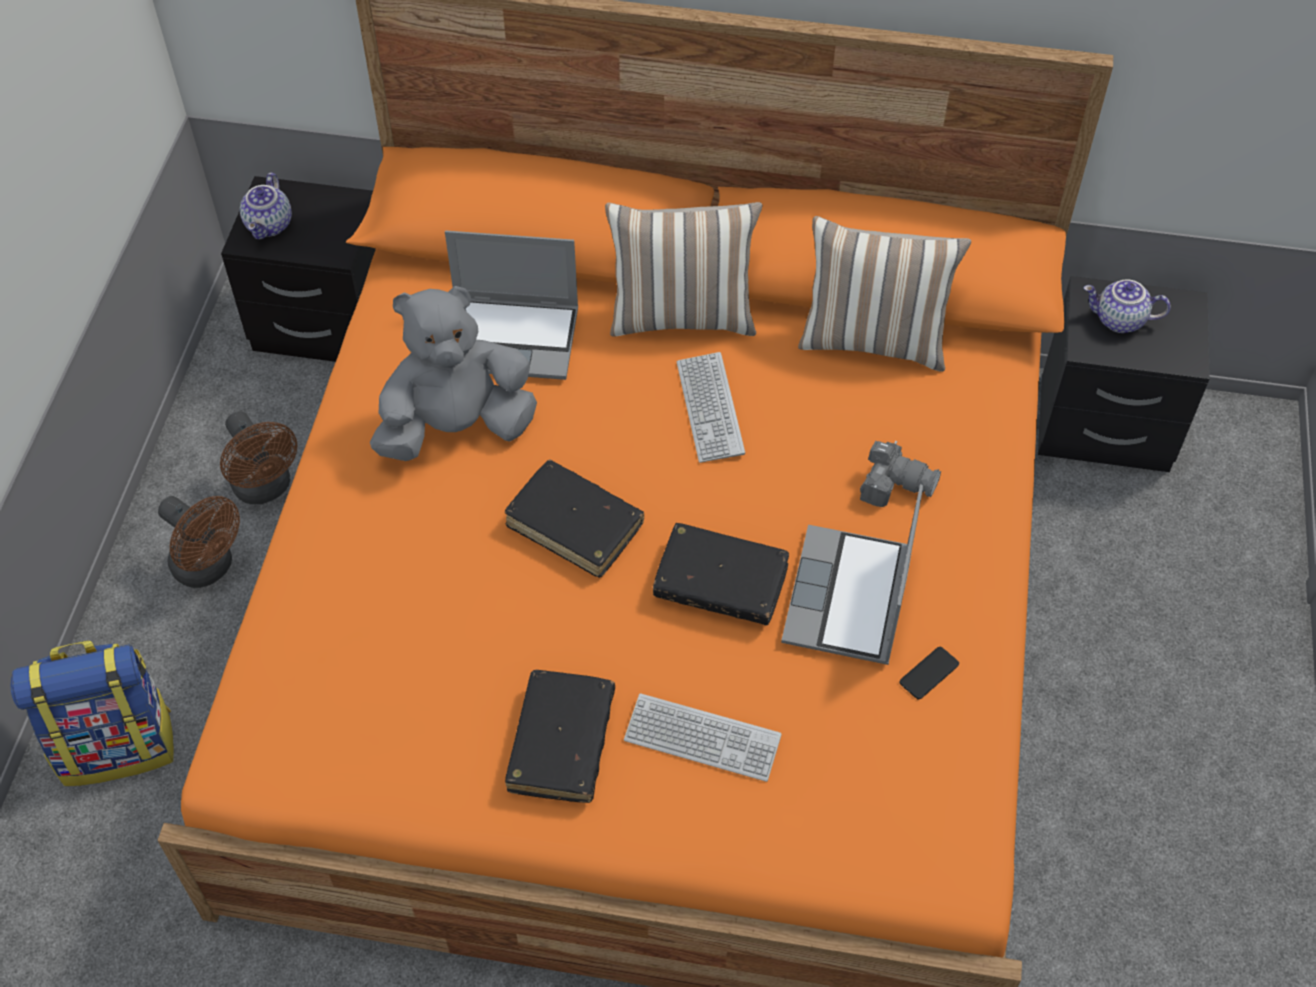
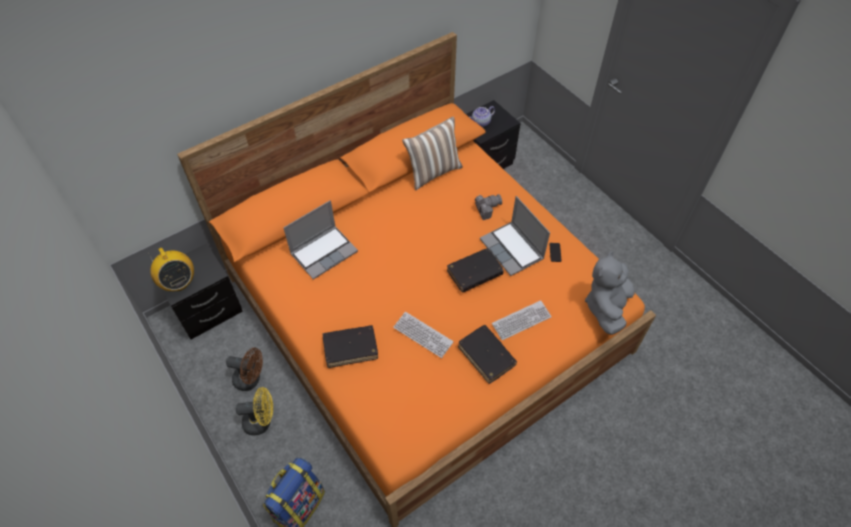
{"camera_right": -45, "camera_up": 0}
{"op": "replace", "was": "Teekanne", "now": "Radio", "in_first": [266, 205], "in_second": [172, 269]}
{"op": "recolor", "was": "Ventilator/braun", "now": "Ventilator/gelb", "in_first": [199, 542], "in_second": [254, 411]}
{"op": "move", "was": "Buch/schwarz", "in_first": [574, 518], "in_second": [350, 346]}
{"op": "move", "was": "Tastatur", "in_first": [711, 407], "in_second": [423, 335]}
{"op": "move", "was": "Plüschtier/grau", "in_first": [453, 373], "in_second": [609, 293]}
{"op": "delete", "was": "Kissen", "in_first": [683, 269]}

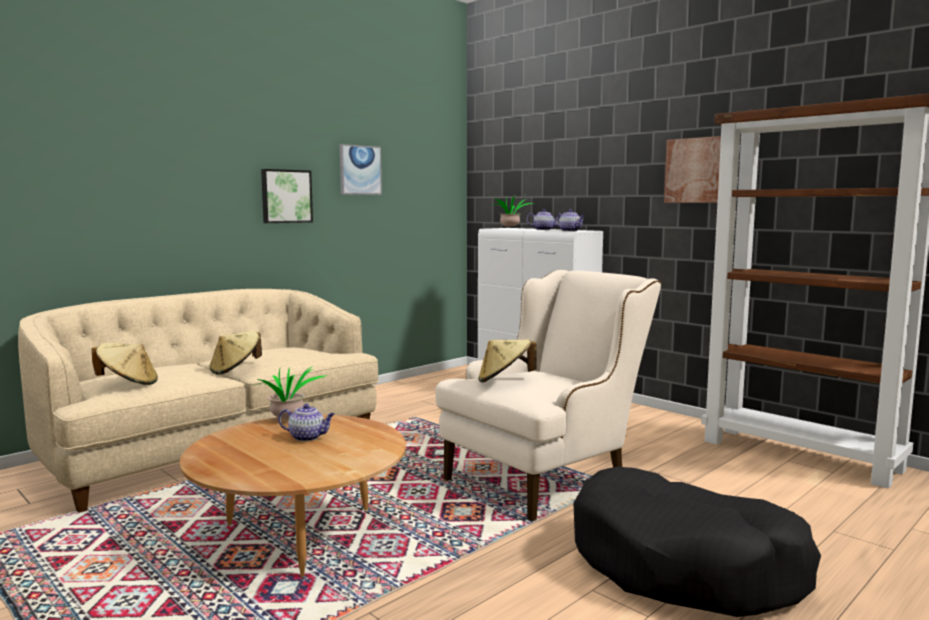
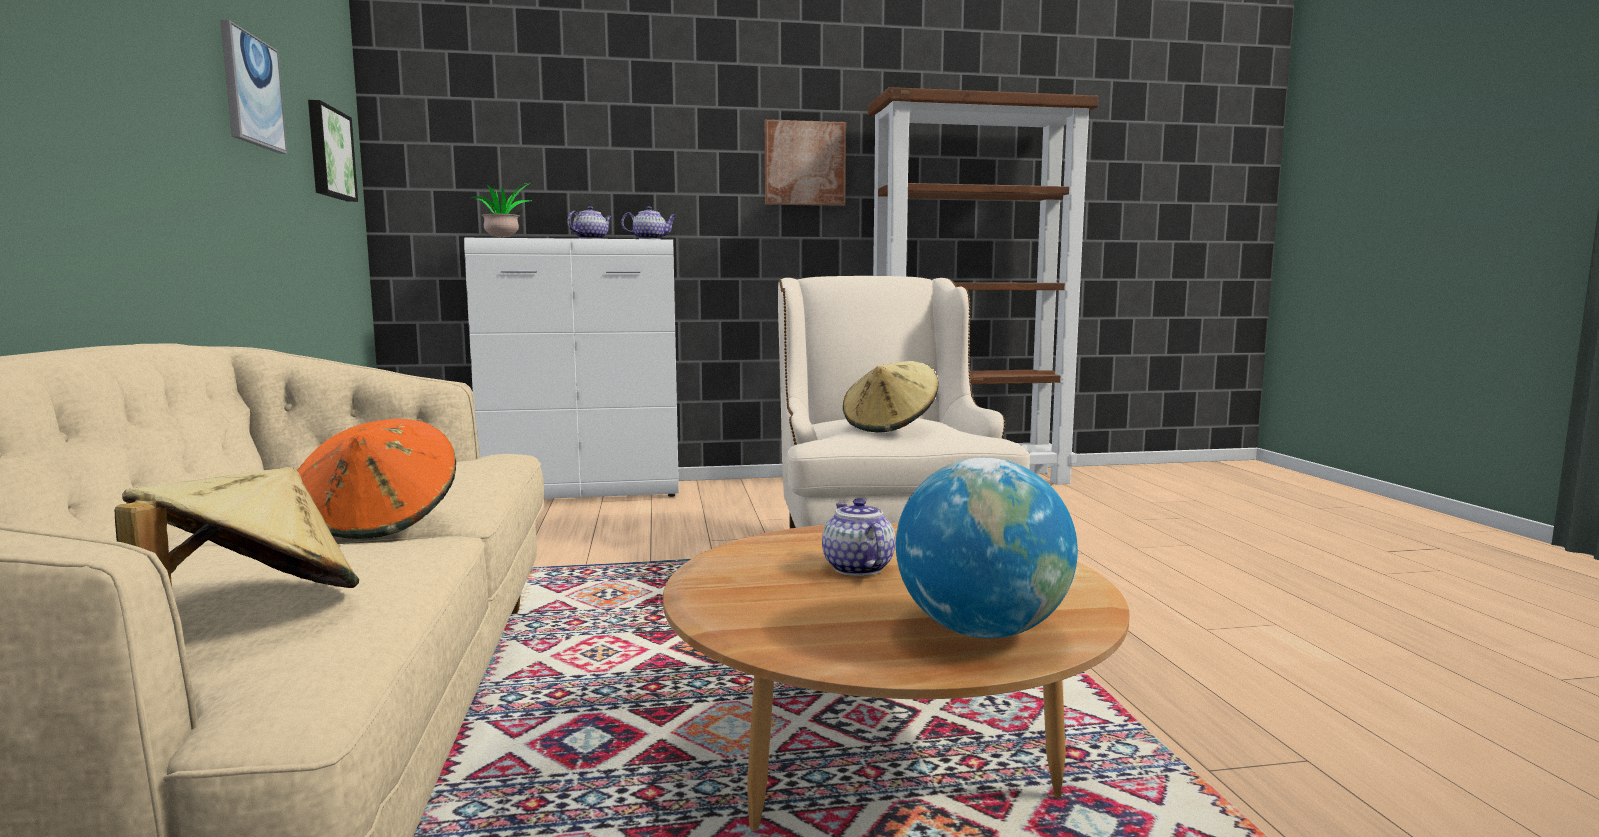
{"camera_right": -55, "camera_up": 0}
{"op": "recolor", "was": "Hut/beige", "now": "Hut/orange", "in_first": [235, 353], "in_second": [376, 479]}
{"op": "move", "was": "Bild", "in_first": [287, 196], "in_second": [333, 151]}
{"op": "rotate", "was": "Teekanne", "in_first": [306, 422], "in_second": [859, 537], "clockwise": -60}
{"op": "insert", "now": "Globus", "in_second": [987, 548]}
{"op": "delete", "was": "Topfpflanze", "in_first": [290, 392]}
{"op": "delete", "was": "Hundebett/schwarz", "in_first": [697, 542]}

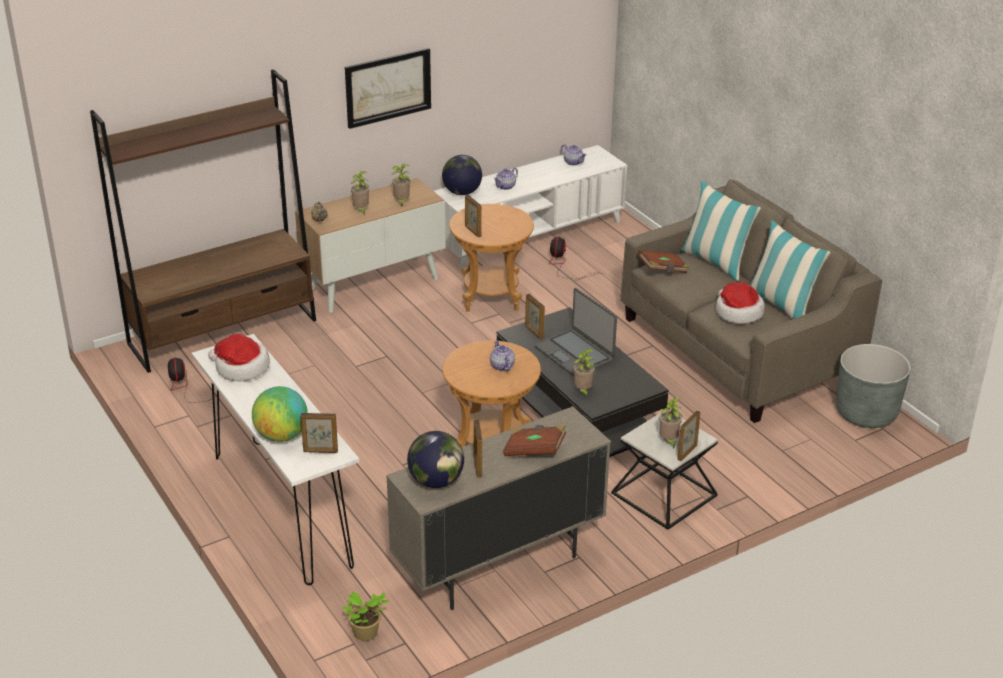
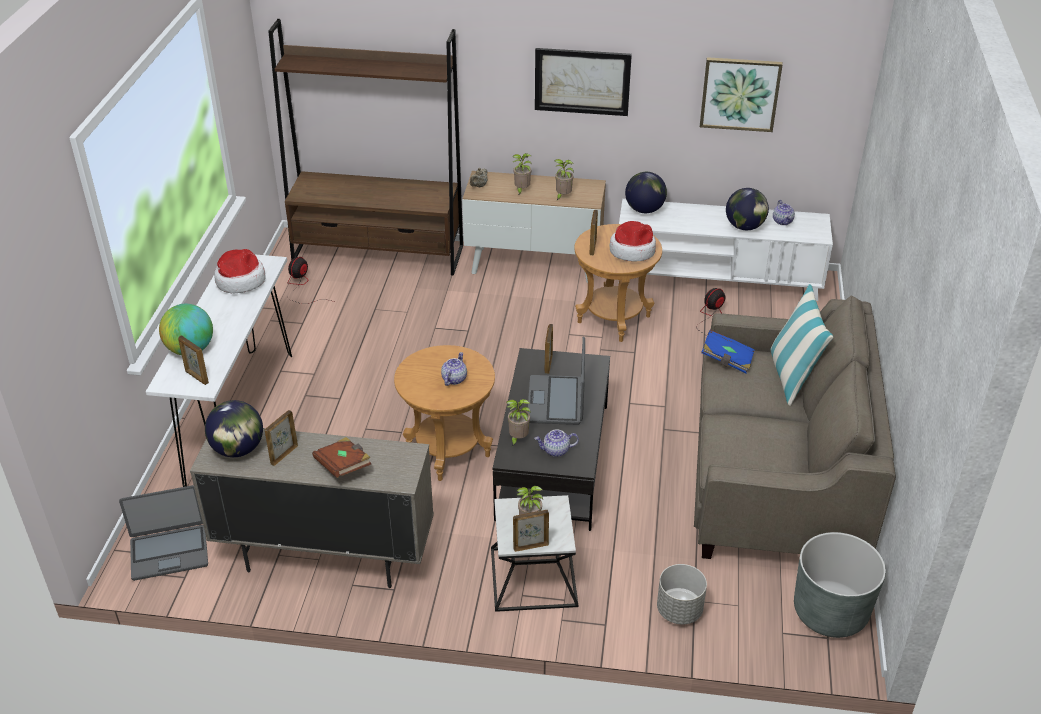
{"camera_right": 40, "camera_up": 5}
{"op": "replace", "was": "Topfpflanze", "now": "Laptop", "in_first": [366, 616], "in_second": [163, 533]}
{"op": "move", "was": "Teekanne", "in_first": [506, 179], "in_second": [557, 443]}
{"op": "move", "was": "Hut", "in_first": [740, 303], "in_second": [632, 241]}
{"op": "insert", "now": "Pflanzkübel/grau", "in_second": [682, 594]}
{"op": "insert", "now": "Bild", "in_second": [741, 94]}
{"op": "recolor", "was": "Buch/braun", "now": "Buch/blau", "in_first": [663, 261], "in_second": [728, 351]}
{"op": "insert", "now": "Globus", "in_second": [747, 209]}
{"op": "delete", "was": "Kissen", "in_first": [790, 269]}

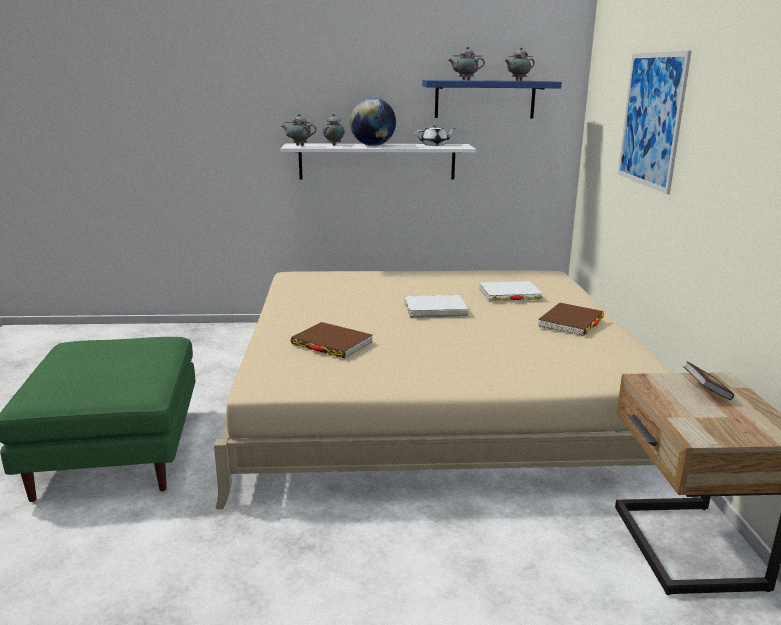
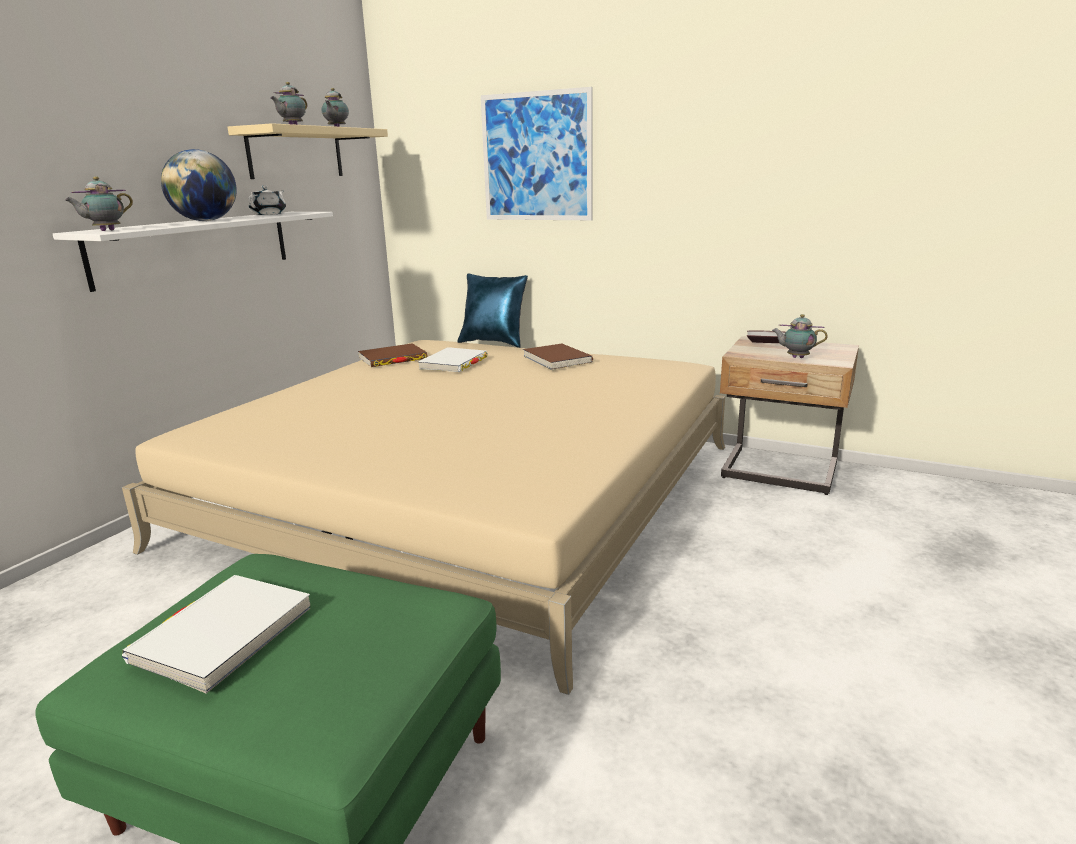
{"camera_right": -60, "camera_up": 0}
{"op": "move", "was": "Buch/weiß", "in_first": [436, 306], "in_second": [216, 634]}
{"op": "recolor", "was": "Wandregal/blau", "now": "Wandregal/beige", "in_first": [492, 99], "in_second": [308, 151]}
{"op": "move", "was": "Buch/braun", "in_first": [332, 340], "in_second": [393, 355]}
{"op": "insert", "now": "Kissen/blau", "in_second": [492, 310]}
{"op": "move", "was": "Teekanne", "in_first": [334, 130], "in_second": [799, 336]}

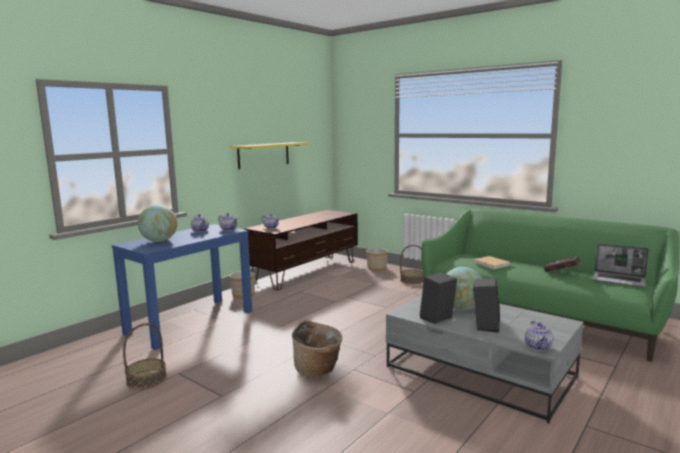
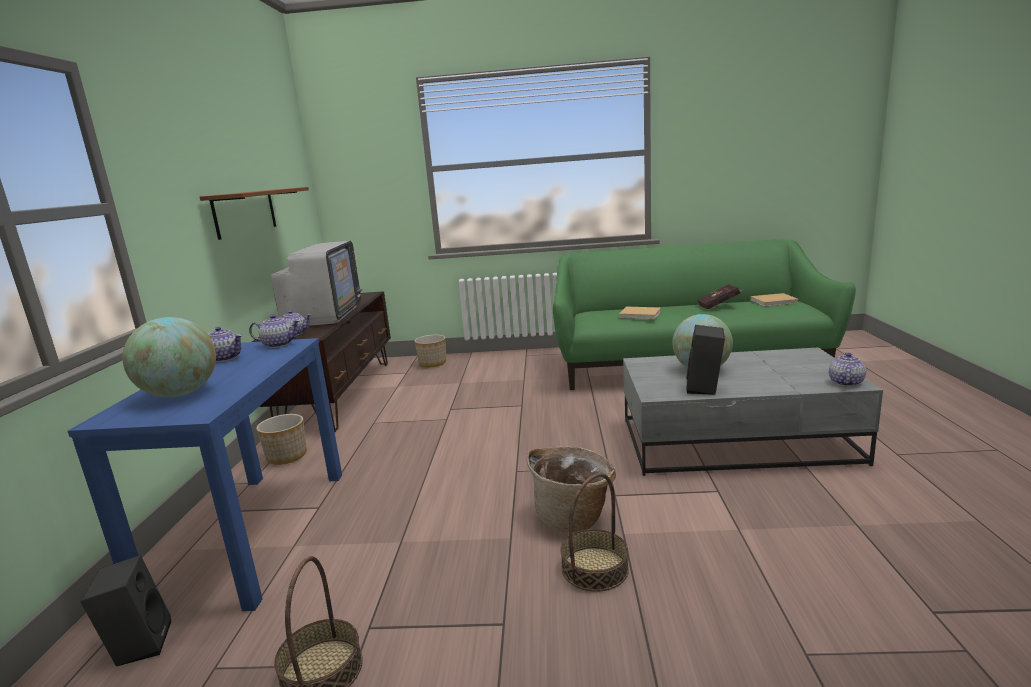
{"camera_right": -35, "camera_up": 5}
{"op": "move", "was": "Lautsprecher/schwarz", "in_first": [486, 305], "in_second": [125, 610]}
{"op": "recolor", "was": "Wandregal/gelb", "now": "Wandregal/braun", "in_first": [269, 155], "in_second": [254, 213]}
{"op": "insert", "now": "Fernseher", "in_second": [316, 283]}
{"op": "move", "was": "Korb", "in_first": [412, 264], "in_second": [594, 532]}
{"op": "replace", "was": "Laptop", "now": "Buch/beige", "in_first": [620, 265], "in_second": [774, 300]}
{"op": "rotate", "was": "Teekanne", "in_first": [538, 336], "in_second": [847, 369], "clockwise": -120}

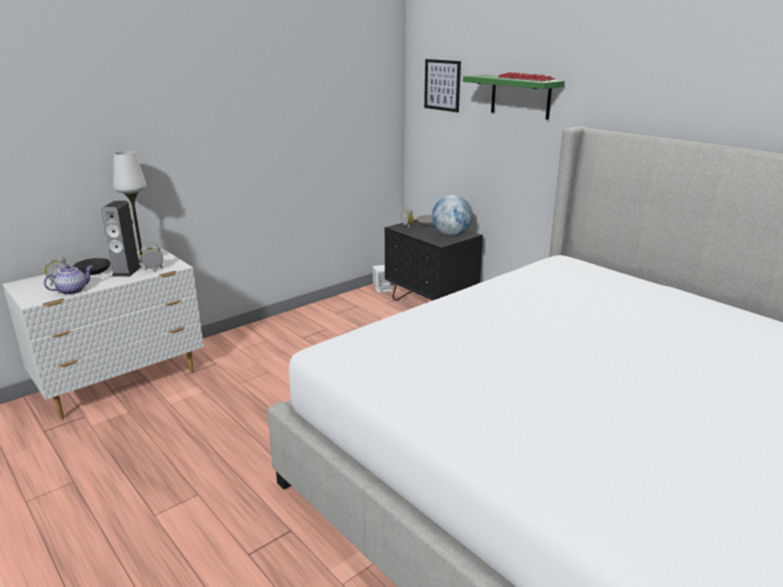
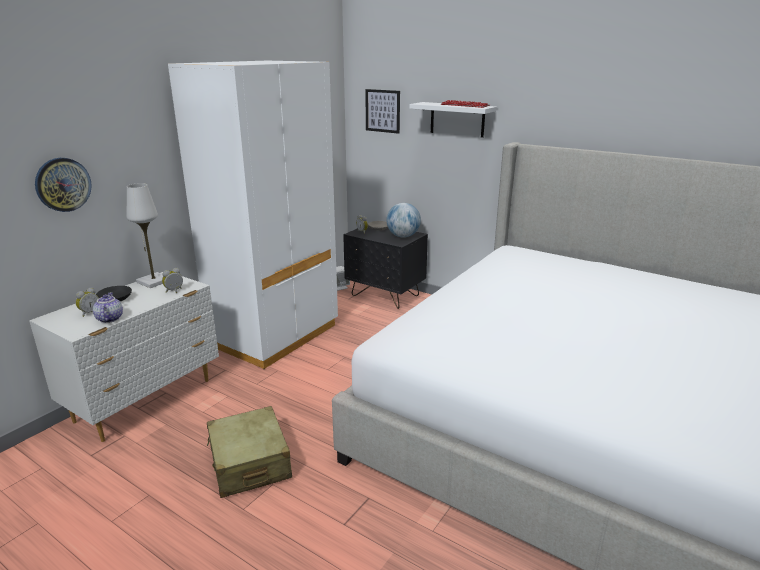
{"camera_right": -15, "camera_up": 0}
{"op": "insert", "now": "Wanduhr", "in_second": [63, 185]}
{"op": "rotate", "was": "Teekanne", "in_first": [68, 280], "in_second": [108, 307], "clockwise": -45}
{"op": "insert", "now": "Kleiderschrank/weiß", "in_second": [253, 215]}
{"op": "insert", "now": "Koffer/beige", "in_second": [249, 452]}
{"op": "recolor", "was": "Wandregal/grün", "now": "Wandregal/weiß", "in_first": [514, 97], "in_second": [452, 120]}
{"op": "delete", "was": "Lautsprecher", "in_first": [121, 239]}

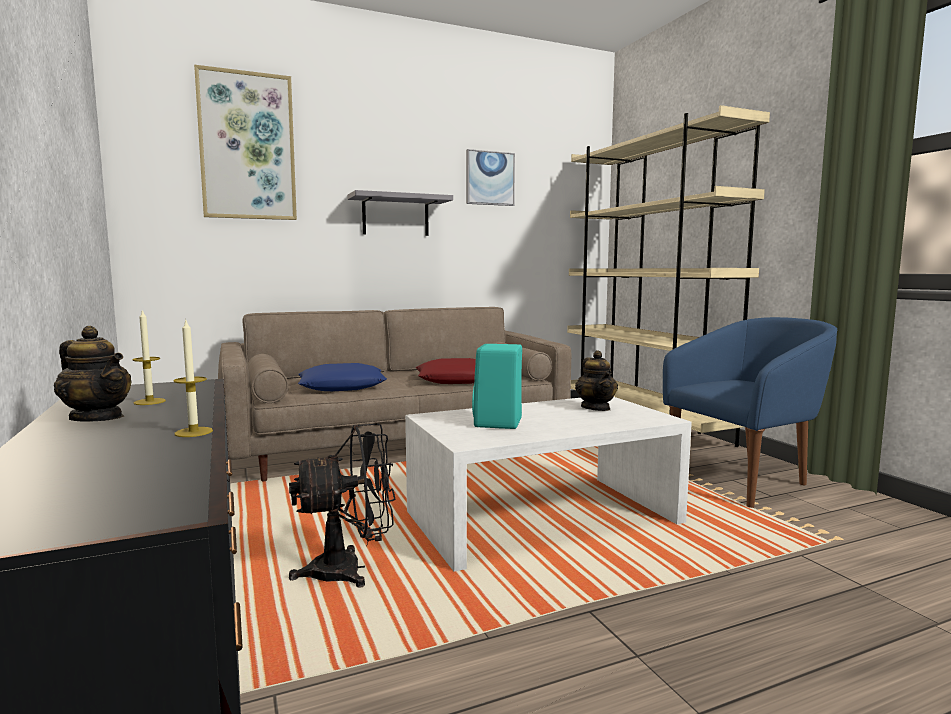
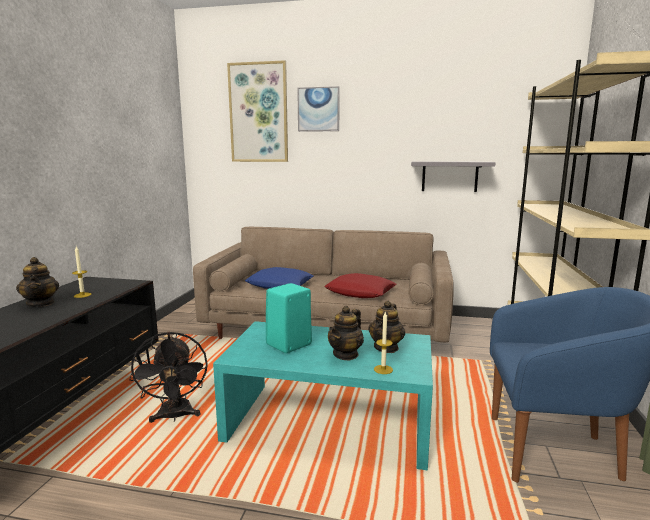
{"camera_right": 35, "camera_up": 5}
{"op": "rotate", "was": "Ventilator/schwarz", "in_first": [342, 505], "in_second": [169, 377], "clockwise": 60}
{"op": "recolor", "was": "Couchtisch/weiß", "now": "Couchtisch/türkis", "in_first": [548, 484], "in_second": [323, 395]}
{"op": "move", "was": "Bild", "in_first": [490, 177], "in_second": [318, 109]}
{"op": "insert", "now": "Teekanne", "in_second": [346, 333]}
{"op": "move", "was": "Kerze", "in_first": [193, 378], "in_second": [383, 343]}
{"op": "move", "was": "Wandregal/grau", "in_first": [400, 213], "in_second": [453, 176]}

